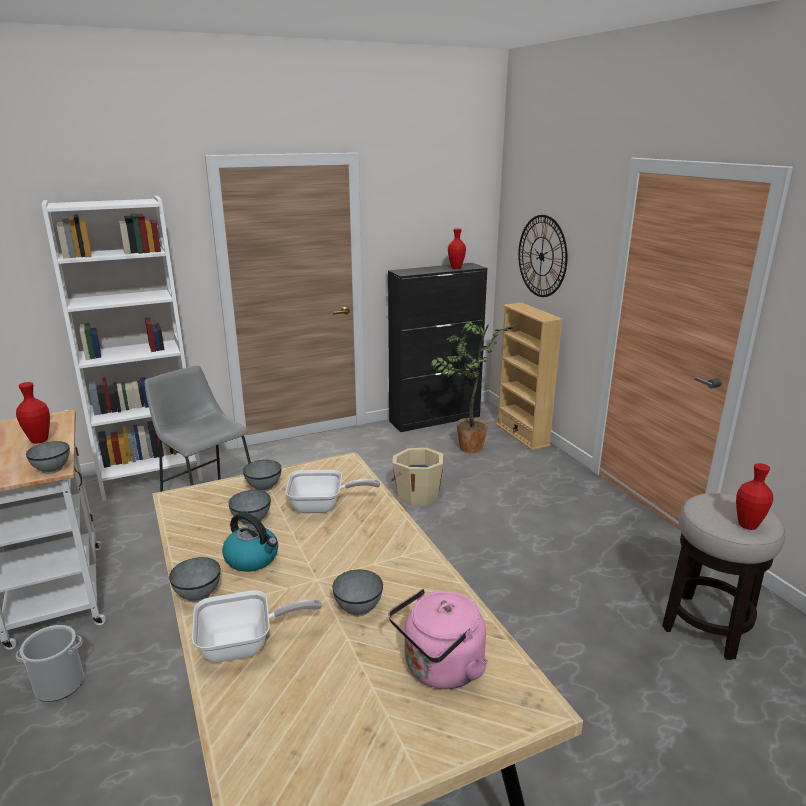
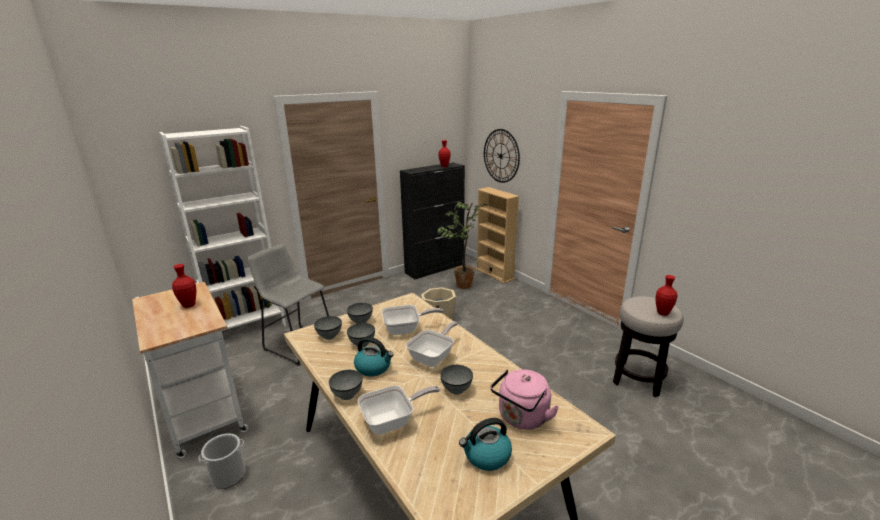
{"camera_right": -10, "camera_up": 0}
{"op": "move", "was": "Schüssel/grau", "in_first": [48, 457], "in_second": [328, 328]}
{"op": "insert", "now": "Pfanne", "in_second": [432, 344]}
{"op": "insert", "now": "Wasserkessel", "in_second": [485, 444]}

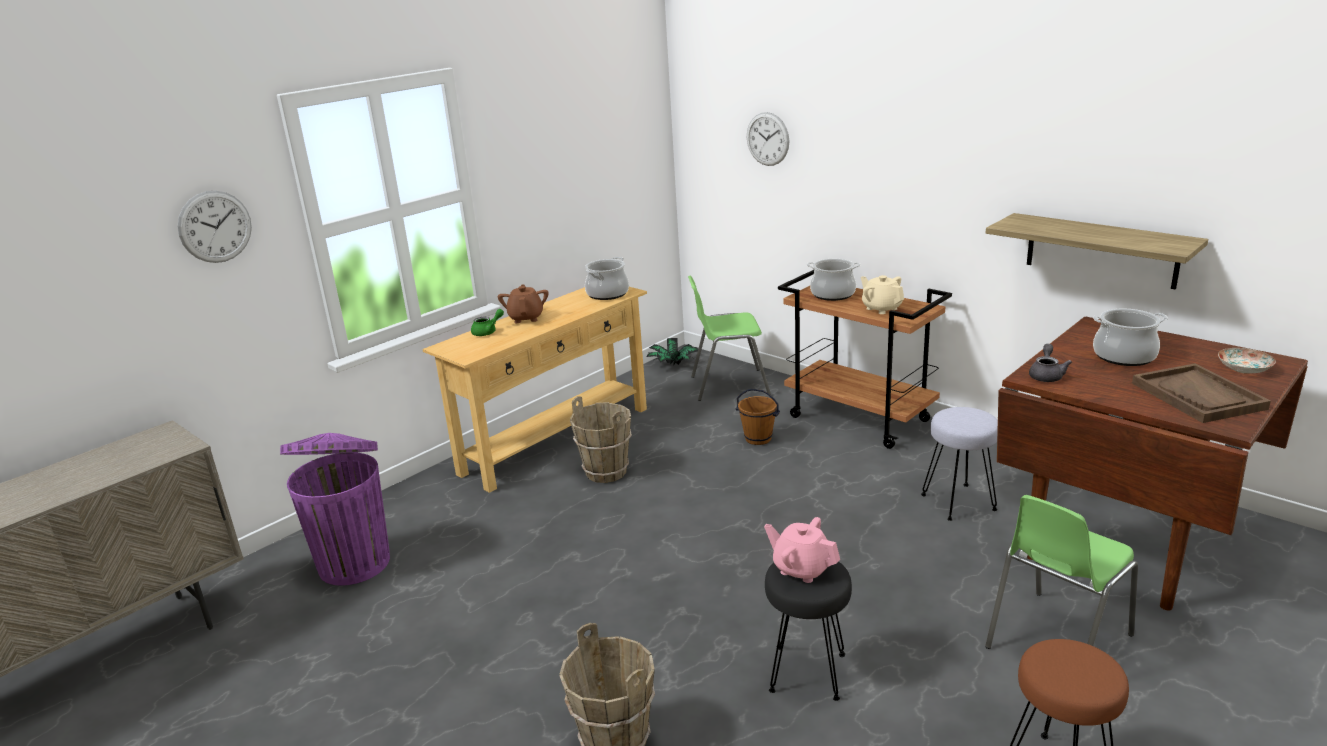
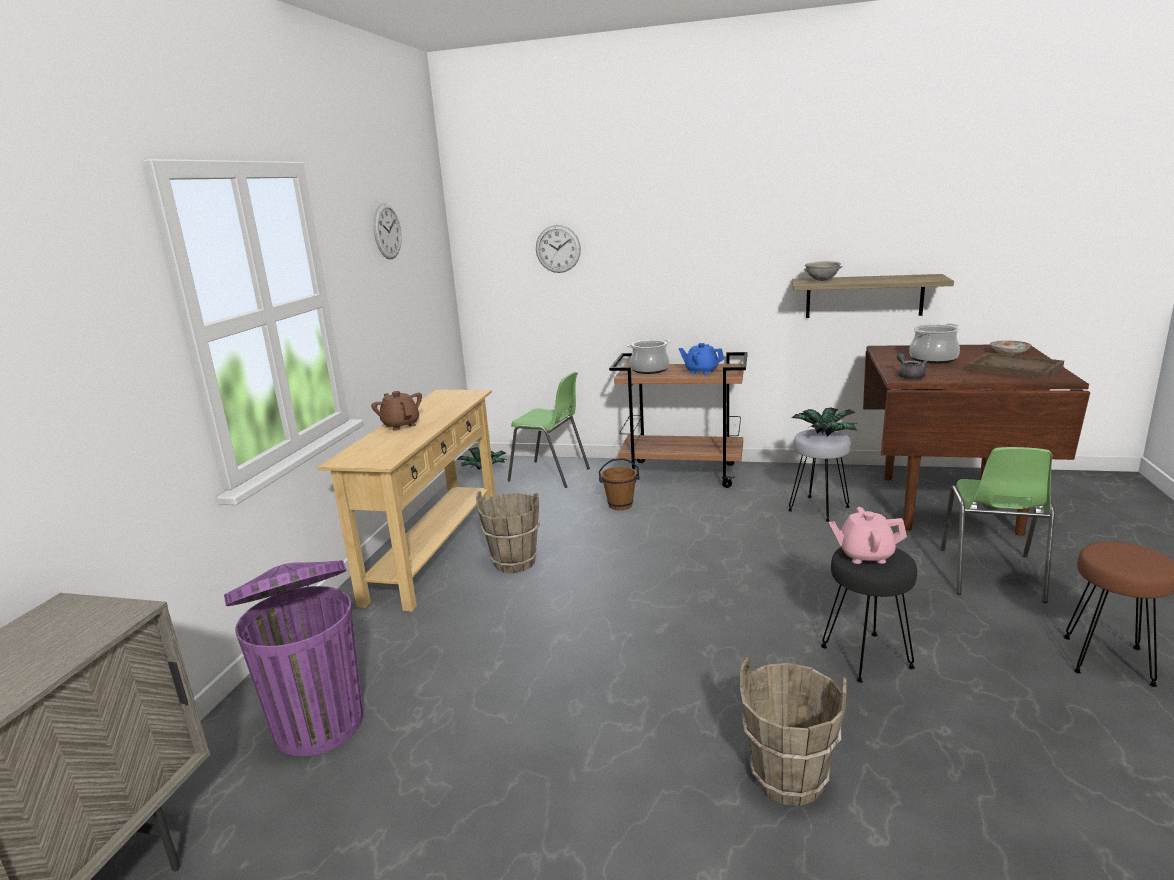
{"camera_right": -30, "camera_up": -5}
{"op": "move", "was": "Wanduhr", "in_first": [214, 227], "in_second": [387, 231]}
{"op": "rotate", "was": "Stuhl/grün", "in_first": [729, 338], "in_second": [548, 430], "clockwise": -120}
{"op": "recolor", "was": "Teekanne/beige", "now": "Teekanne/blau", "in_first": [882, 294], "in_second": [701, 359]}
{"op": "insert", "now": "Topfpflanze", "in_second": [824, 422]}
{"op": "insert", "now": "Schüssel/grau", "in_second": [823, 271]}
{"op": "delete", "was": "Teekanne/grün", "in_first": [487, 322]}
{"op": "delete", "was": "Kochtopf", "in_first": [607, 278]}

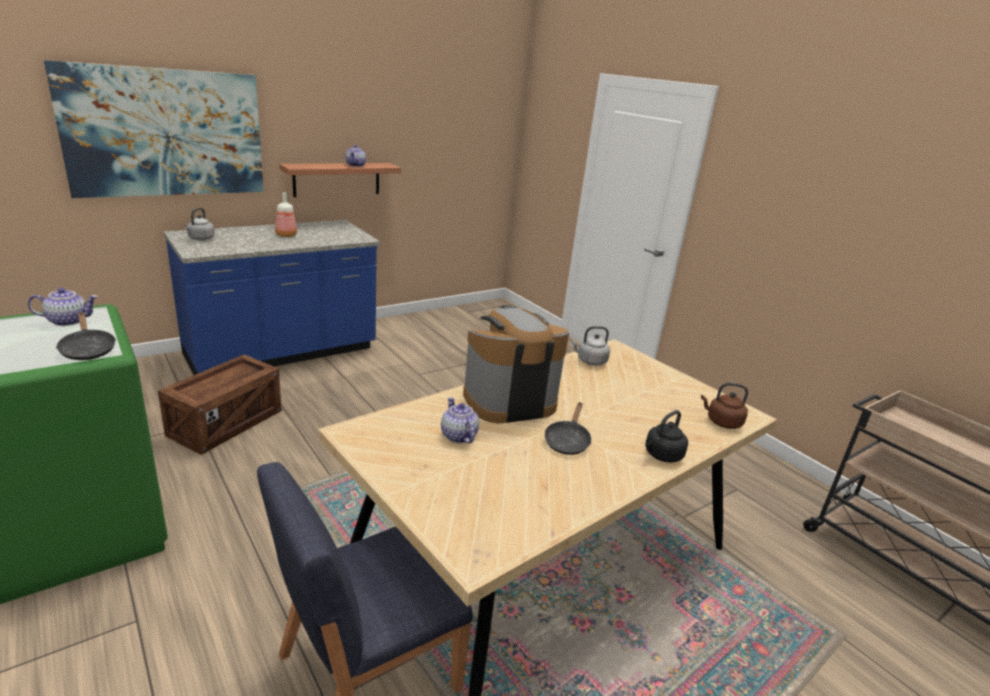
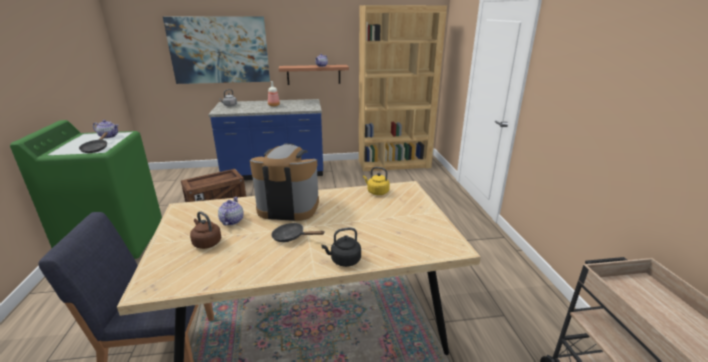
{"camera_right": 30, "camera_up": 0}
{"op": "move", "was": "Wasserkessel/braun", "in_first": [724, 406], "in_second": [205, 230]}
{"op": "rotate", "was": "Pfanne/schwarz", "in_first": [568, 428], "in_second": [297, 232], "clockwise": 60}
{"op": "insert", "now": "Bücherregal/braun", "in_second": [403, 88]}
{"op": "recolor", "was": "Wasserkessel/grau", "now": "Wasserkessel/gelb", "in_first": [590, 346], "in_second": [376, 181]}

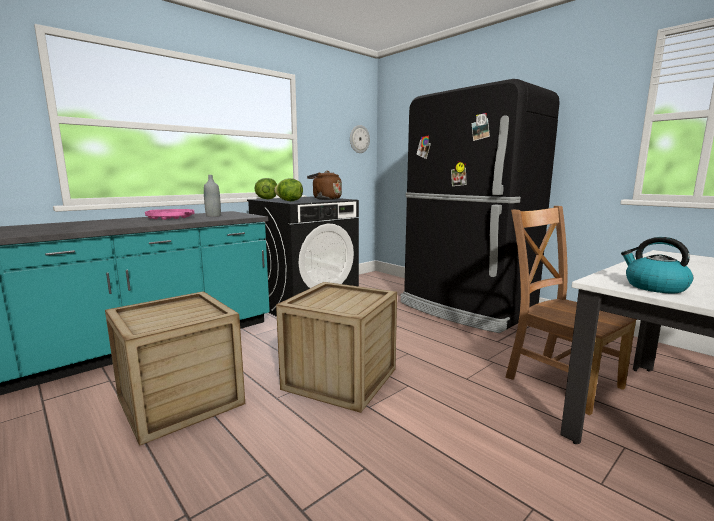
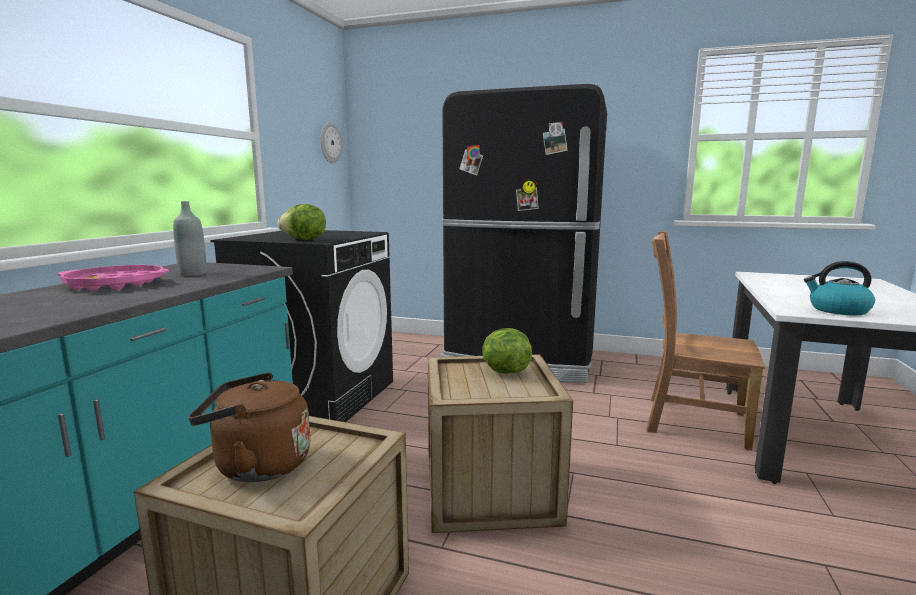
{"camera_right": -30, "camera_up": 0}
{"op": "move", "was": "Wasserkessel/braun", "in_first": [324, 185], "in_second": [249, 427]}
{"op": "move", "was": "Salatkopf", "in_first": [265, 188], "in_second": [507, 351]}

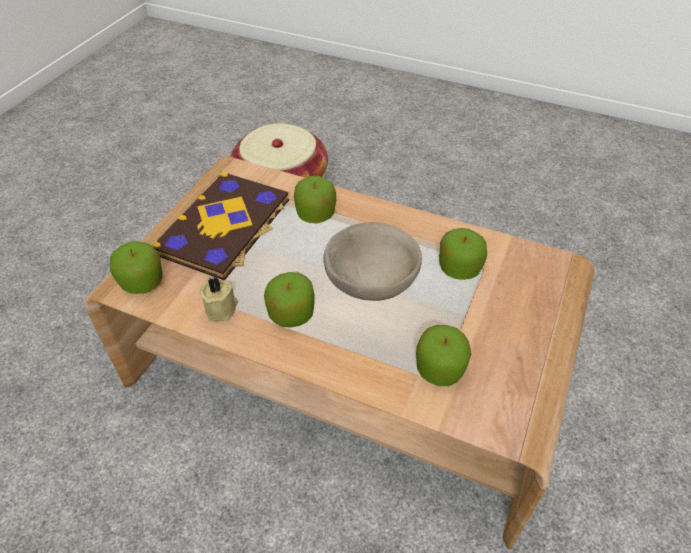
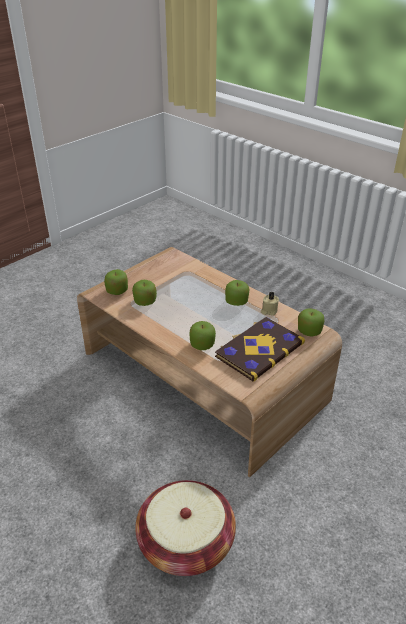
{"camera_right": -160, "camera_up": -10}
{"op": "move", "was": "Apfel", "in_first": [443, 355], "in_second": [116, 282]}
{"op": "delete", "was": "Schüssel/beige", "in_first": [372, 261]}

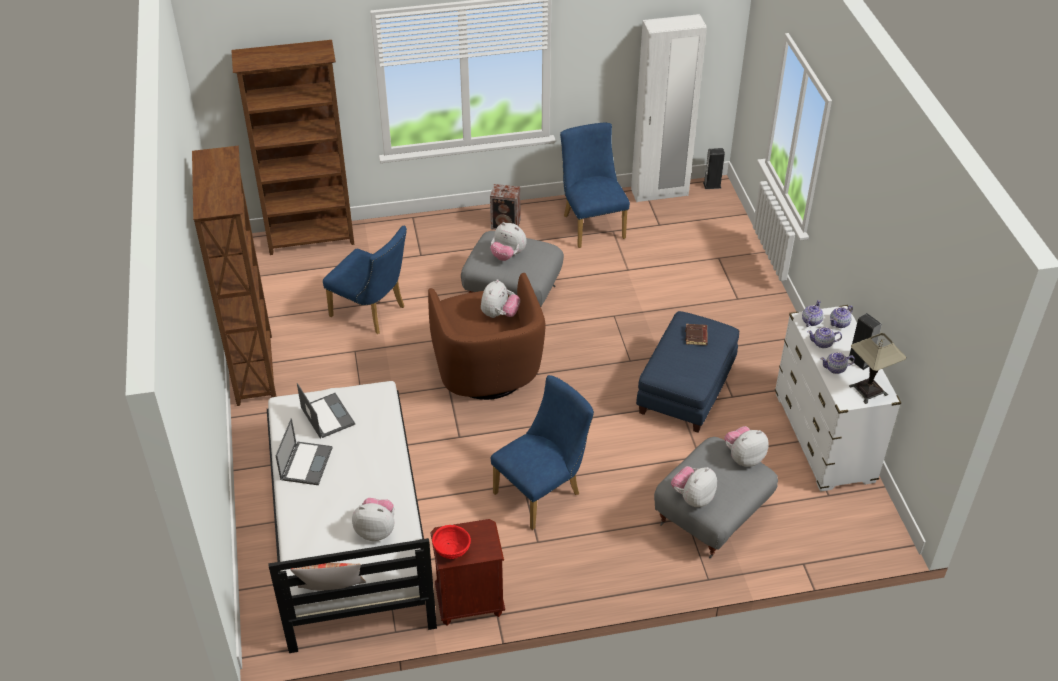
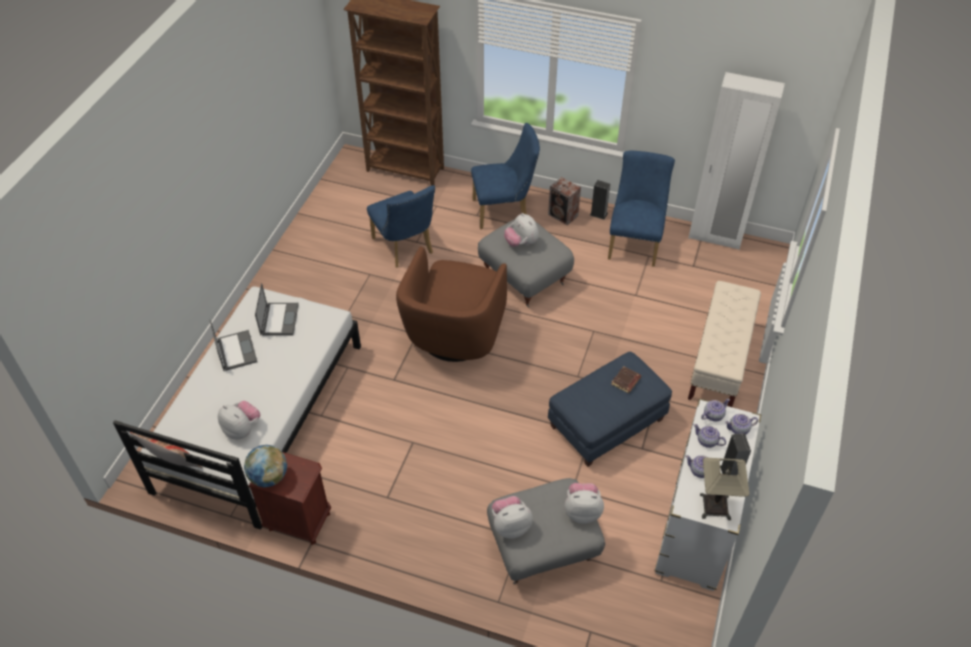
{"camera_right": 30, "camera_up": 5}
{"op": "rotate", "was": "Laptop", "in_first": [304, 451], "in_second": [233, 345], "clockwise": -60}
{"op": "replace", "was": "Schüssel/rot", "now": "Globus", "in_first": [451, 542], "in_second": [265, 466]}
{"op": "move", "was": "Stuhl/blau", "in_first": [542, 452], "in_second": [505, 176]}
{"op": "move", "was": "Lautsprecher", "in_first": [714, 168], "in_second": [600, 200]}
{"op": "insert", "now": "Bank/beige", "in_second": [724, 344]}
{"op": "delete", "was": "Bücherregal/braun", "in_first": [234, 276]}
{"op": "delete", "was": "Plüschtier", "in_first": [500, 298]}

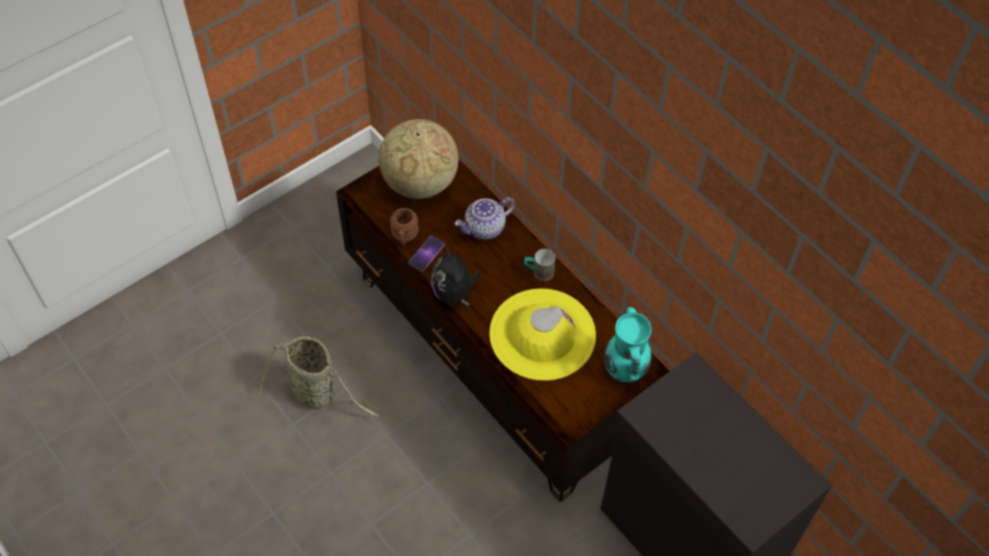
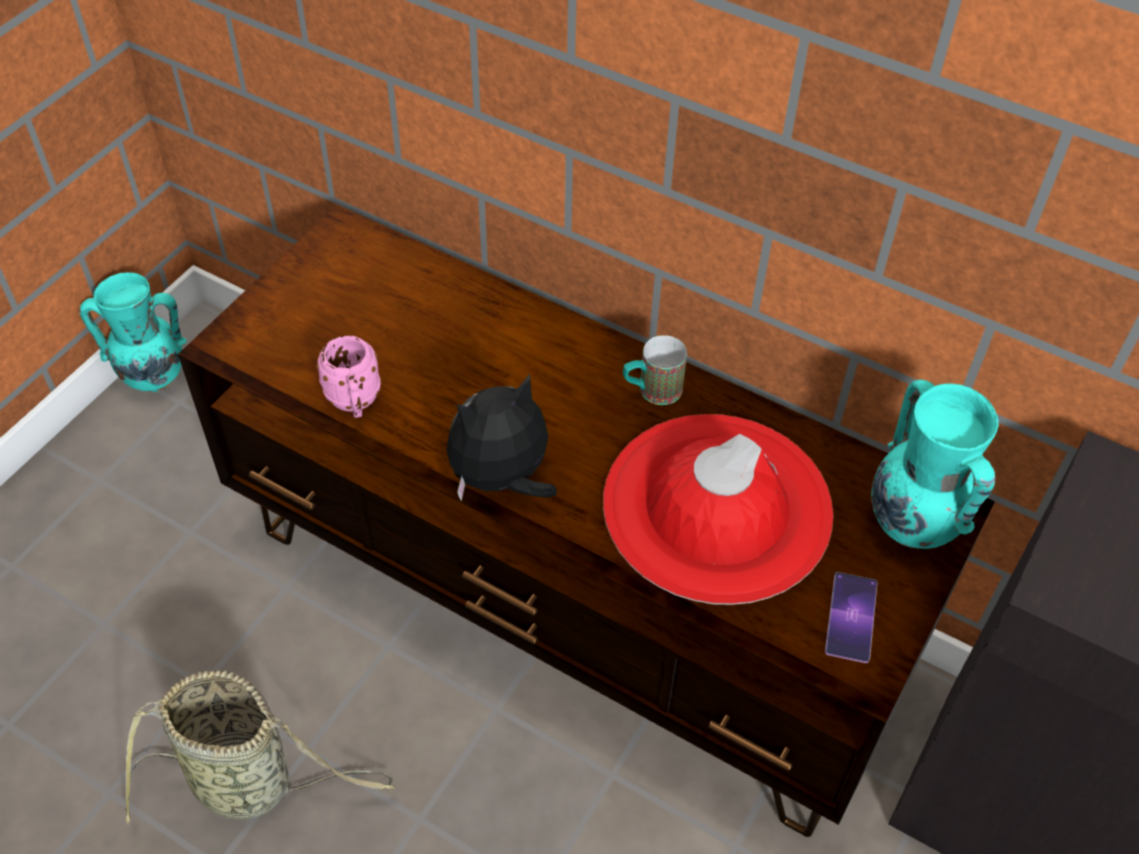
{"camera_right": -20, "camera_up": -5}
{"op": "insert", "now": "Vase/türkis", "in_second": [133, 332]}
{"op": "recolor", "was": "Henkelbecher/braun", "now": "Henkelbecher/rosa", "in_first": [404, 227], "in_second": [348, 377]}
{"op": "rotate", "was": "Plüschtier", "in_first": [456, 276], "in_second": [501, 437], "clockwise": 90}
{"op": "recolor", "was": "Hut/gelb", "now": "Hut/rot", "in_first": [542, 335], "in_second": [718, 509]}
{"op": "move", "was": "Handy", "in_first": [426, 253], "in_second": [851, 617]}
{"op": "delete", "was": "Globus", "in_first": [418, 159]}
{"op": "delete", "was": "Teekanne", "in_first": [484, 218]}

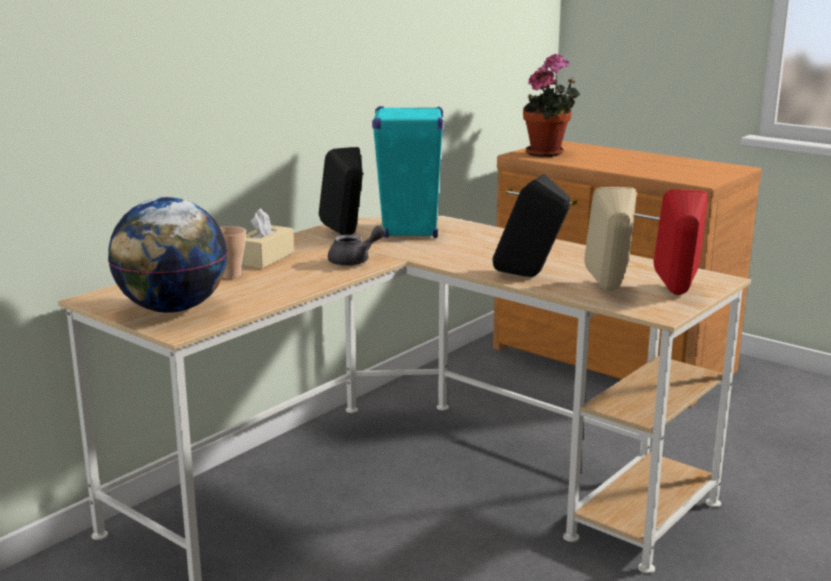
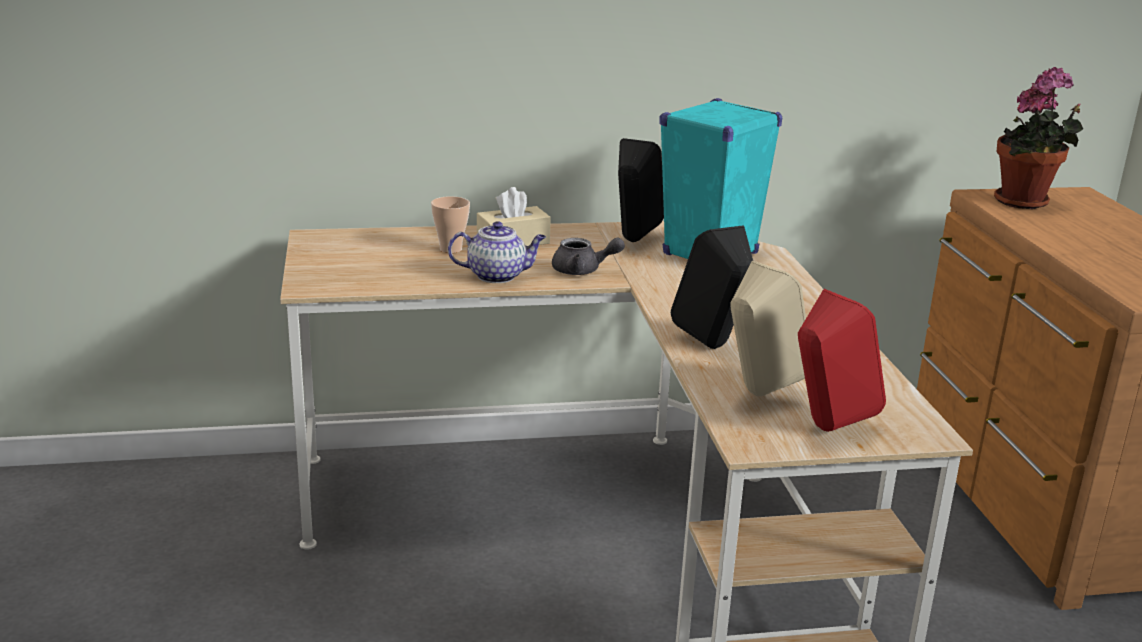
{"camera_right": 40, "camera_up": 5}
{"op": "insert", "now": "Teekanne", "in_second": [497, 252]}
{"op": "delete", "was": "Globus", "in_first": [168, 255]}

